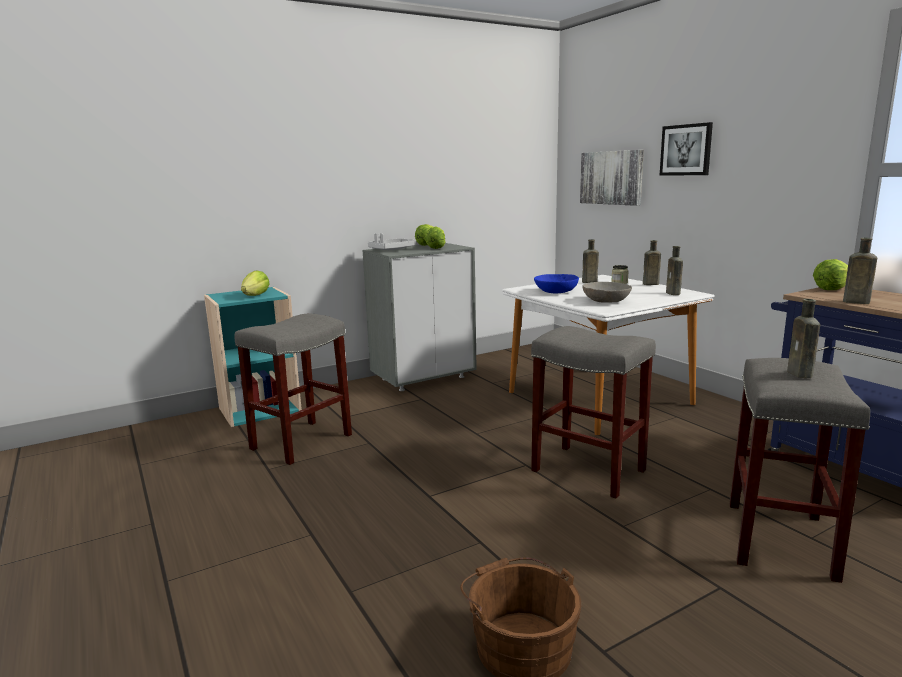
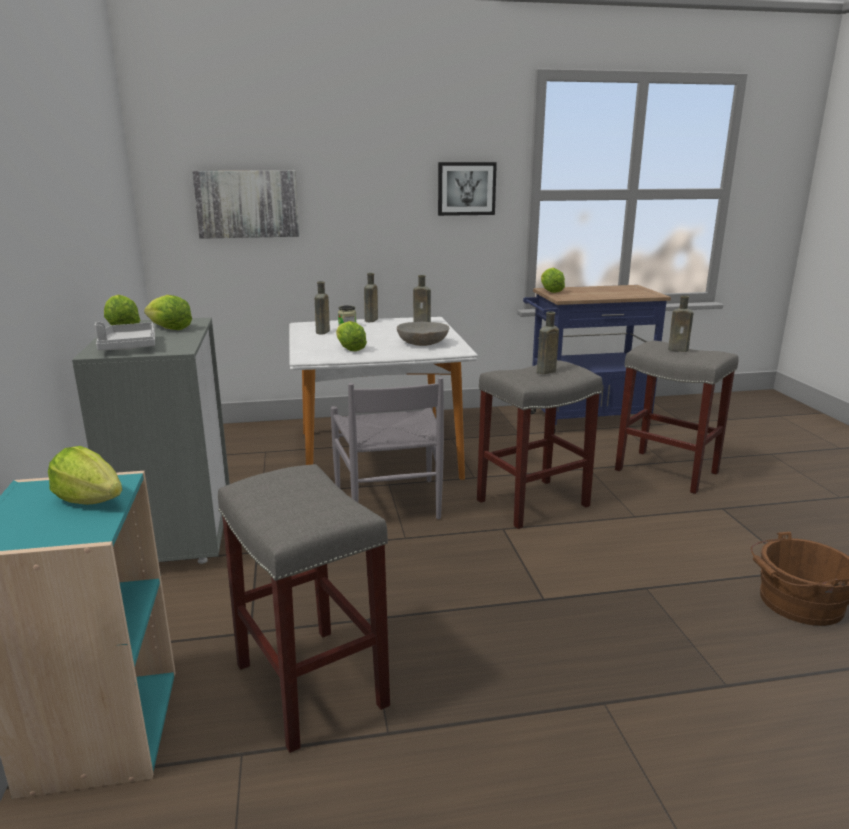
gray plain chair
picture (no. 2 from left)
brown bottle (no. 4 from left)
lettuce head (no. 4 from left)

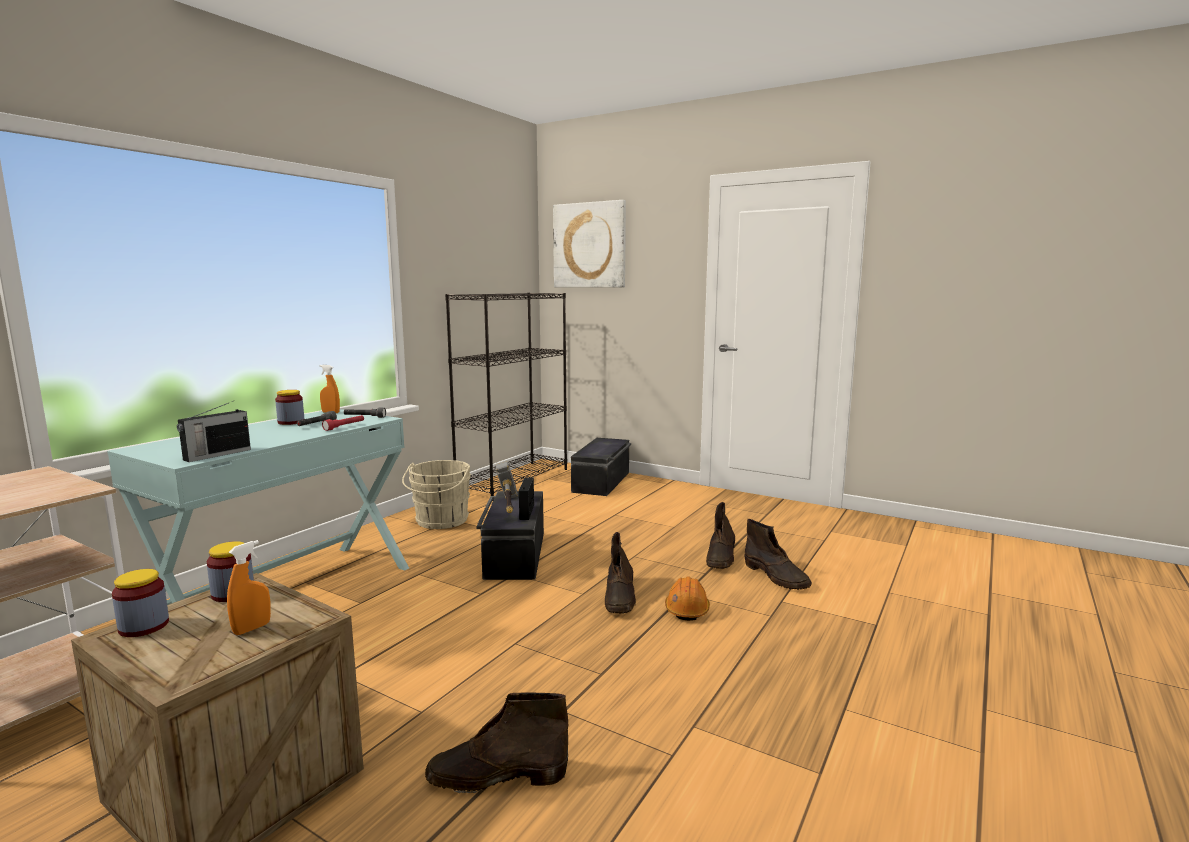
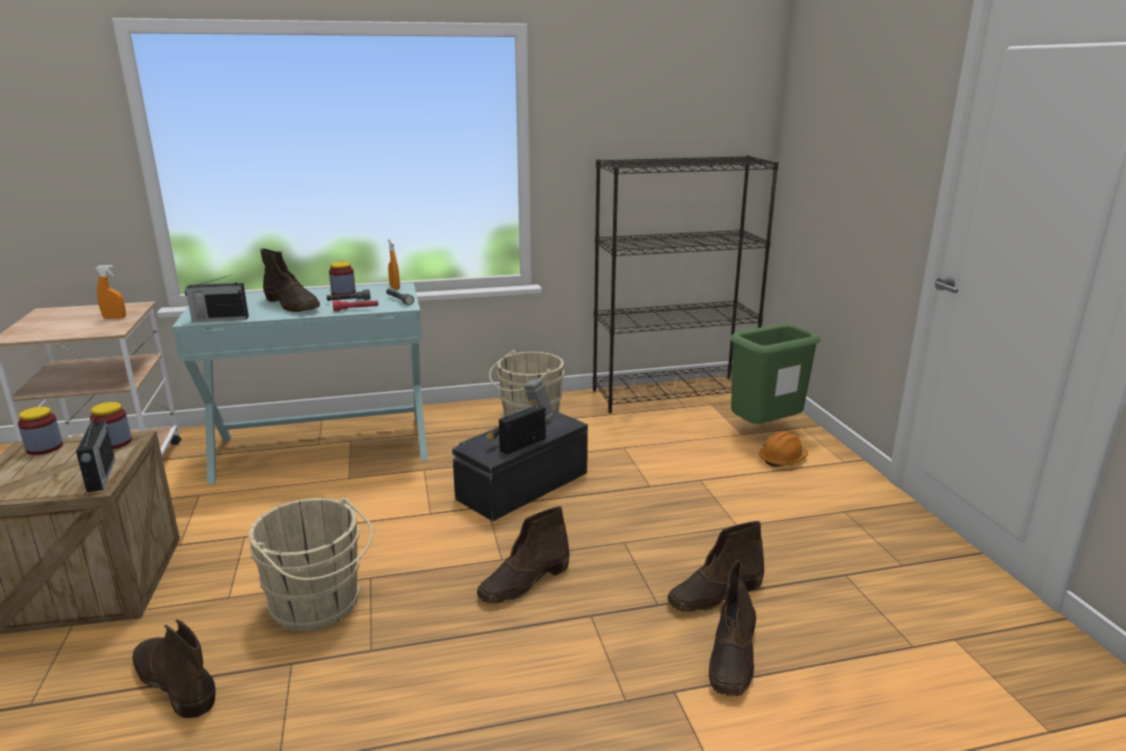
picture
radio receiver (no. 1 from left)
beige-coloured pail (no. 1 from left)
brown high-top boot (no. 2 from left)
orangey hand sprayer (no. 1 from left)
orangey safety helmet
greenish rubbish bin

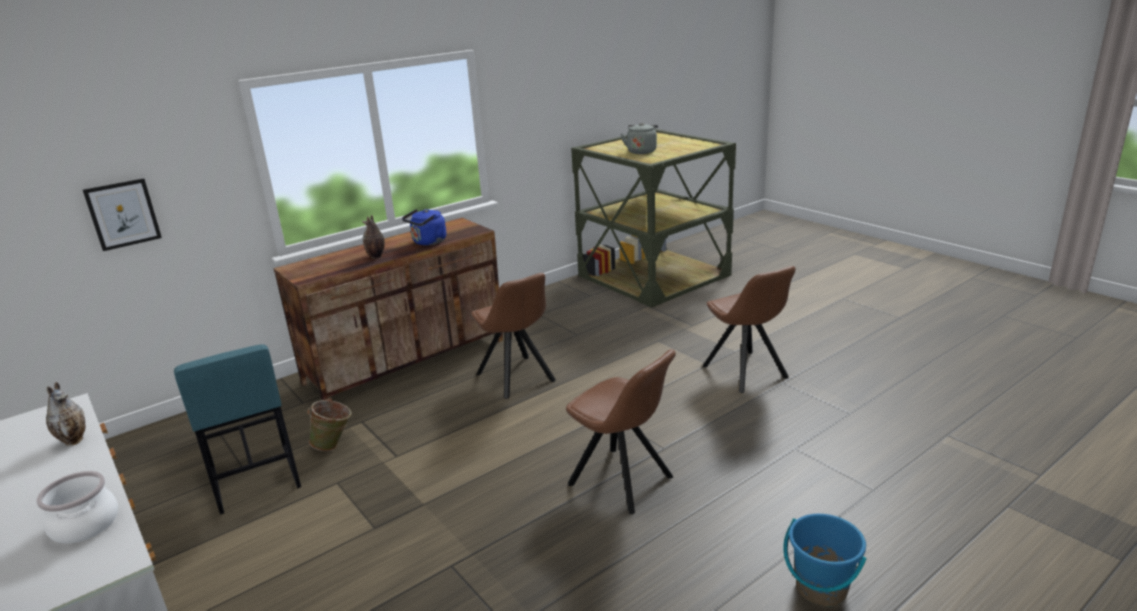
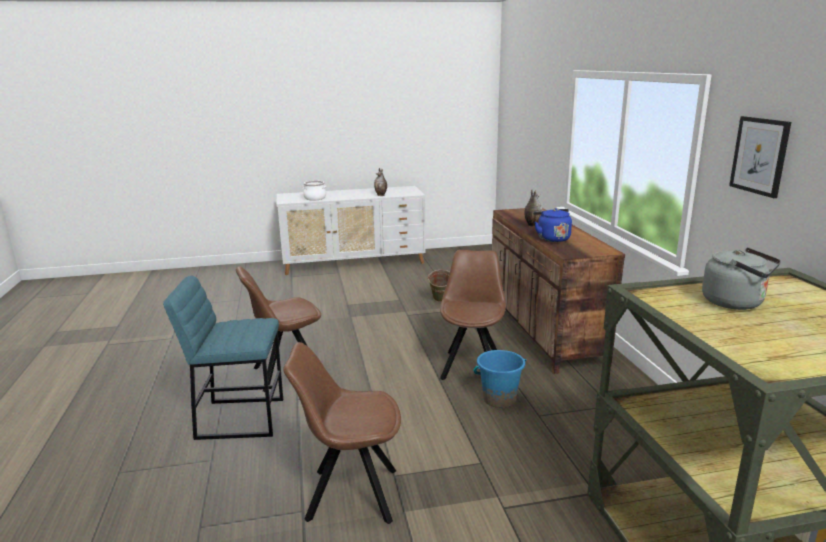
picture
blue-coloured stool
blue-coloured pail
brown plain chair (no. 3 from left)

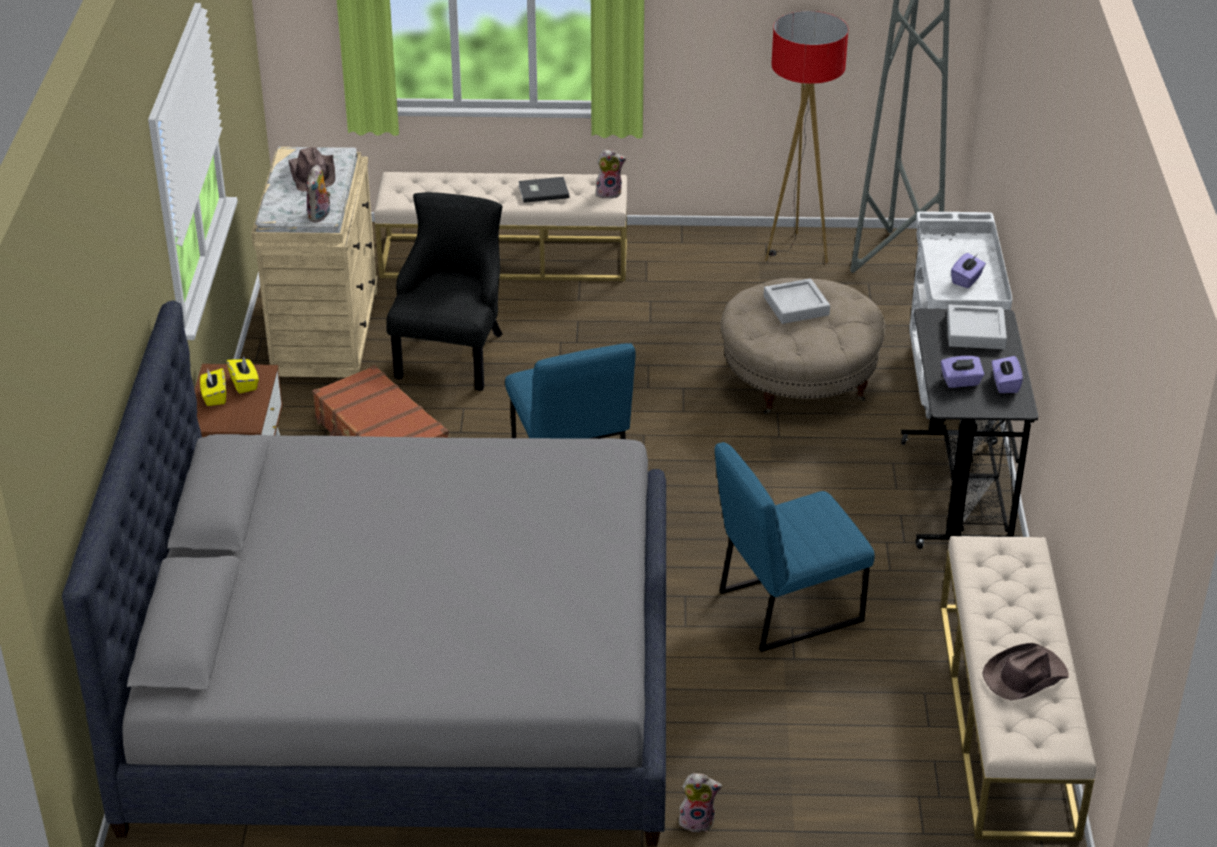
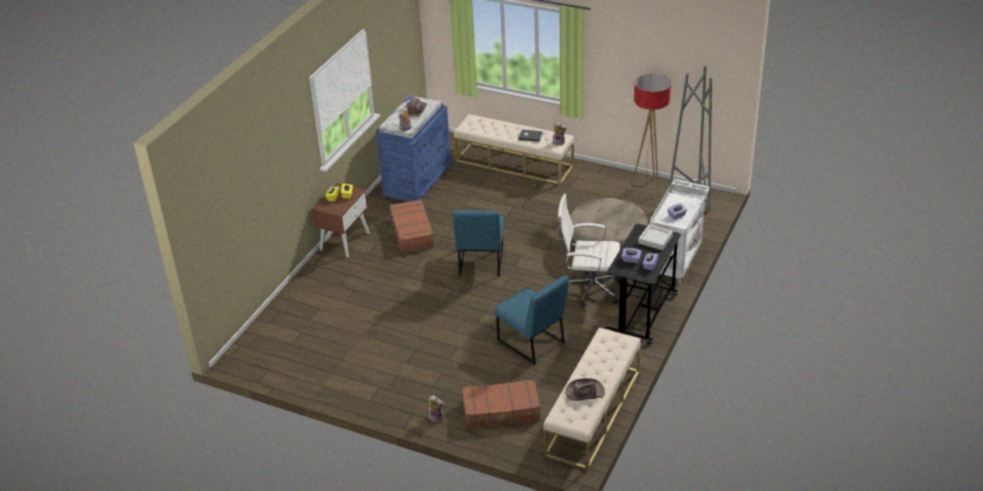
gray bed
black plain chair
gray serving tray (no. 1 from left in the first image)
brown suitcase (no. 2 from left)
white computer chair
blue-coloured drawer chest
blue-coloured plain chair (no. 2 from left)

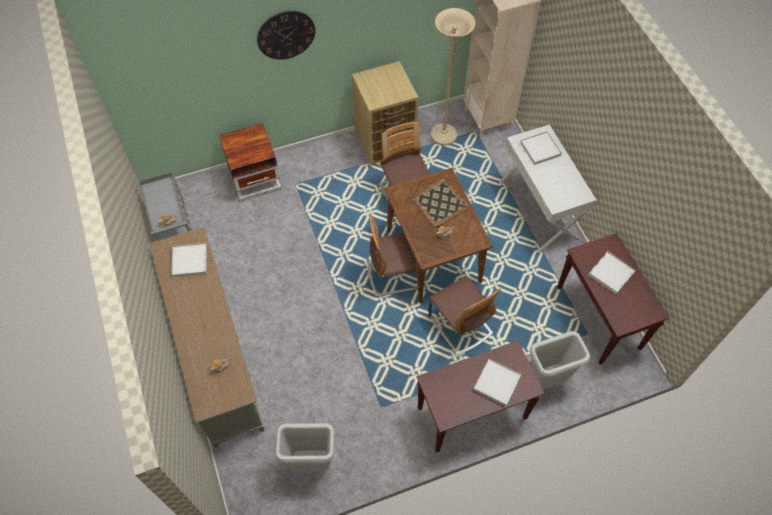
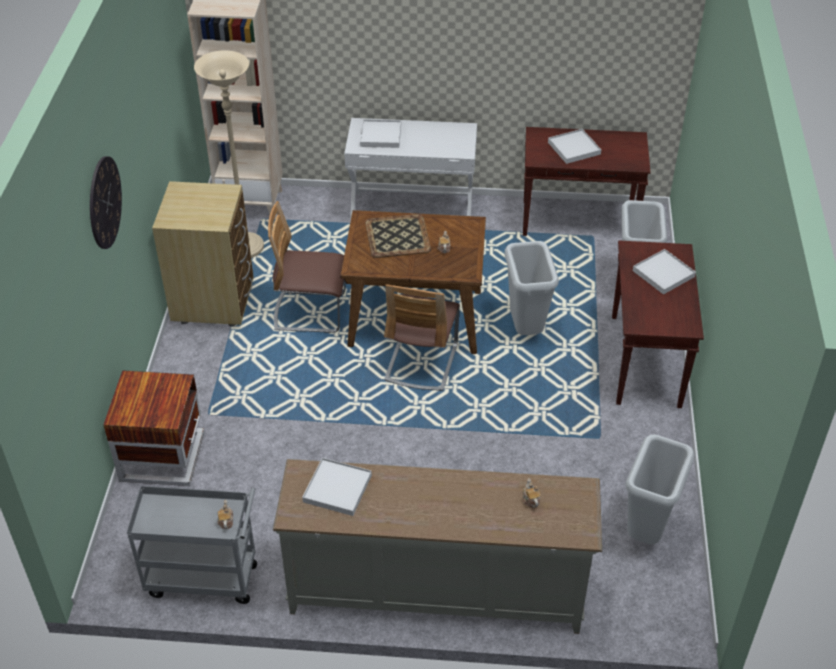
gray rubbish bin (no. 1 from left)

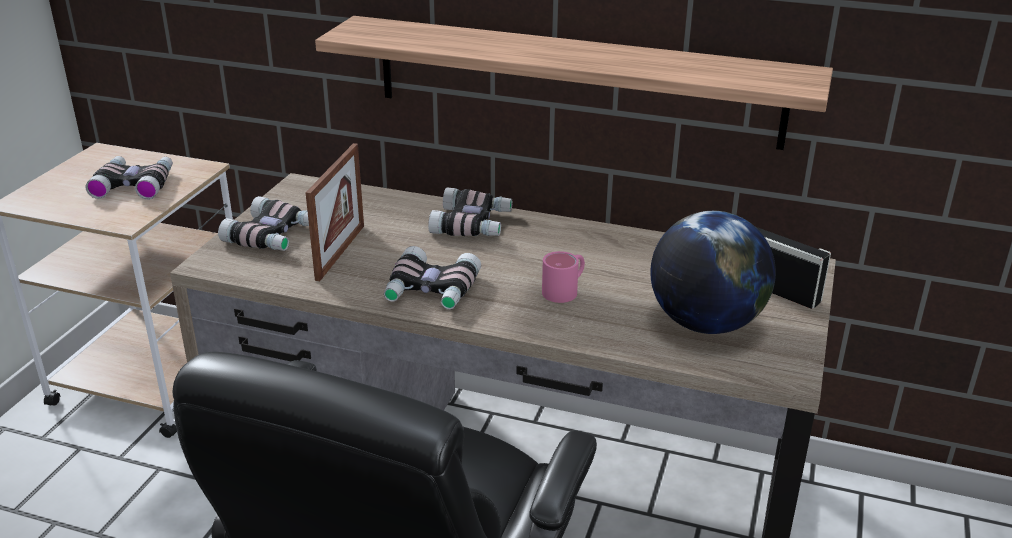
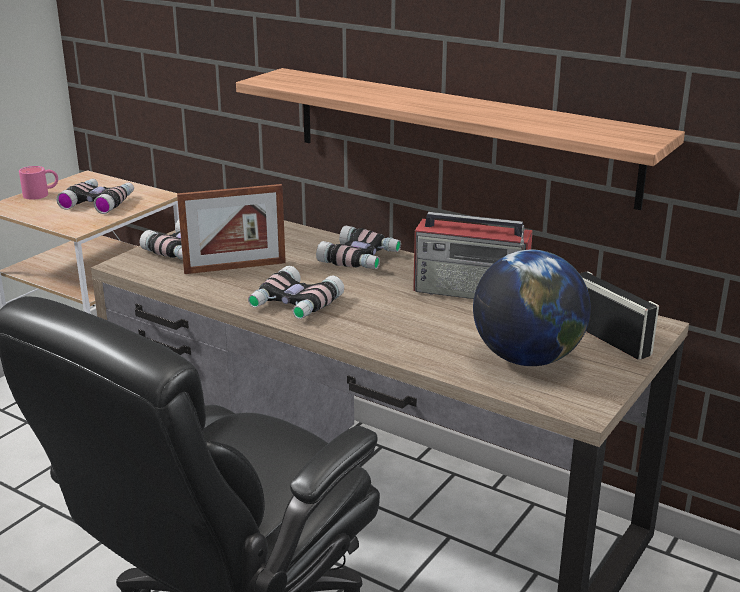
radio receiver (no. 1 from left)
pinkish tea mug
photo frame

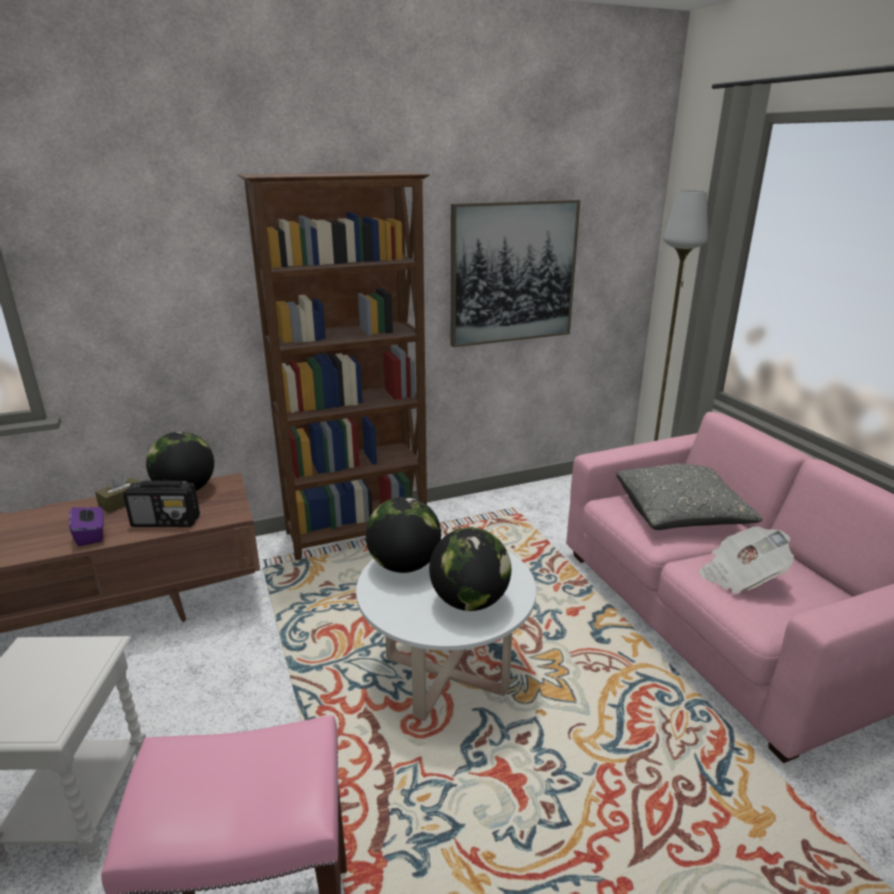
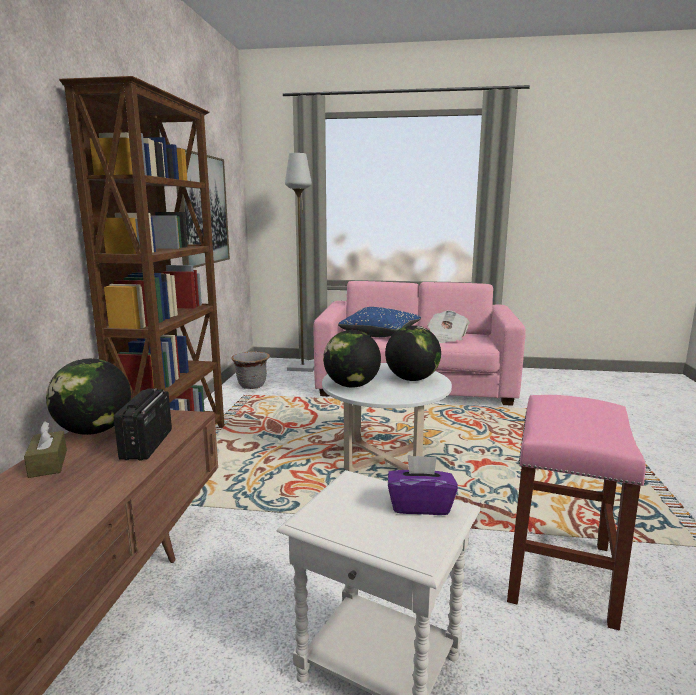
gray flower pot
purple-coloured tissue holder
blue-coloured cushion
radio receiver

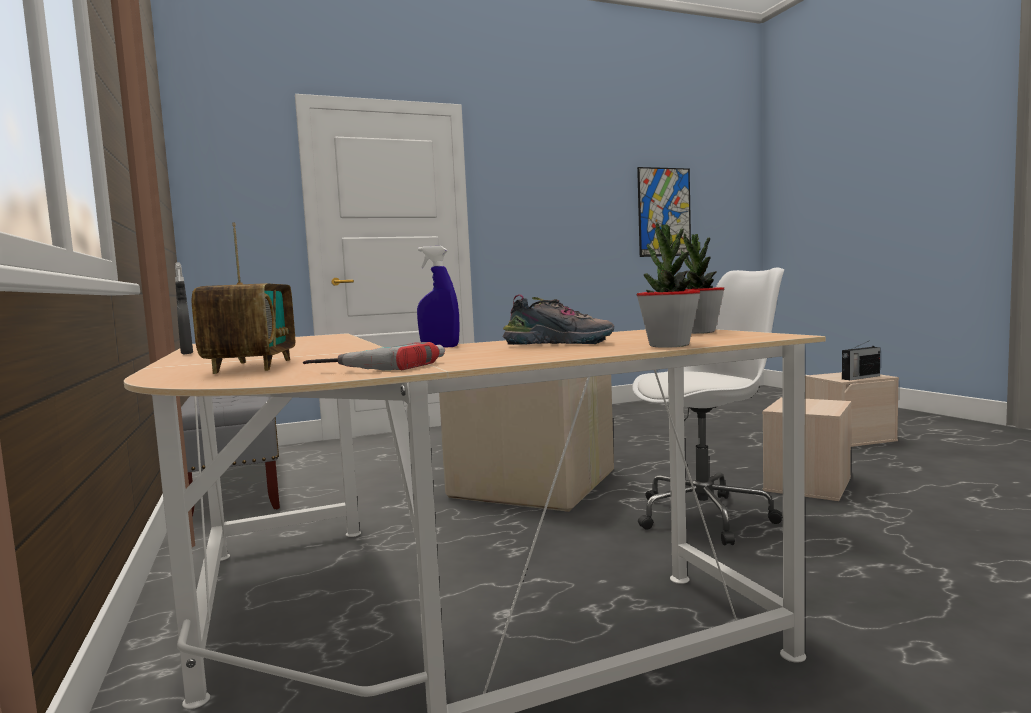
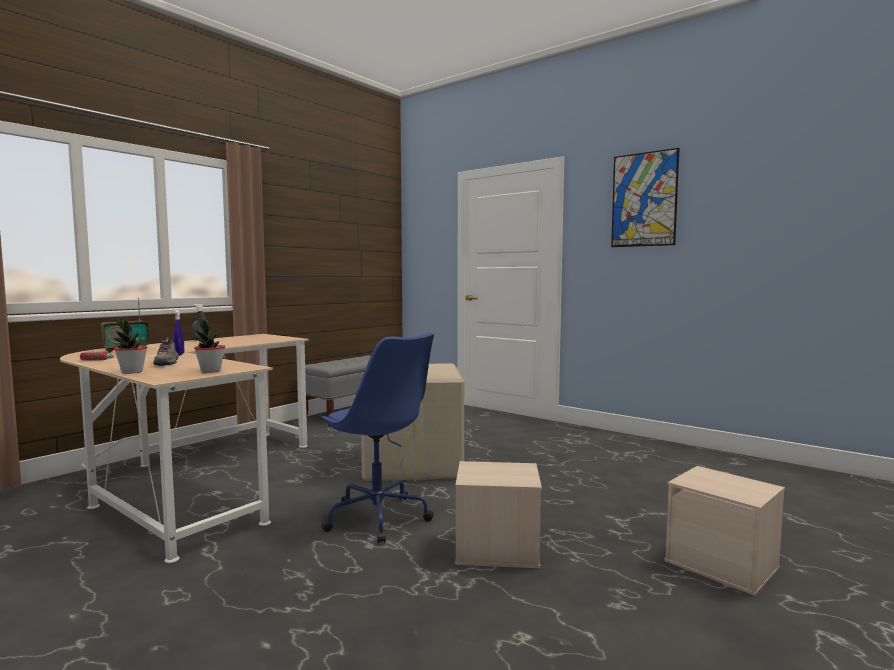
radio receiver (no. 2 from left in the first image)
picture
blue-coloured computer chair

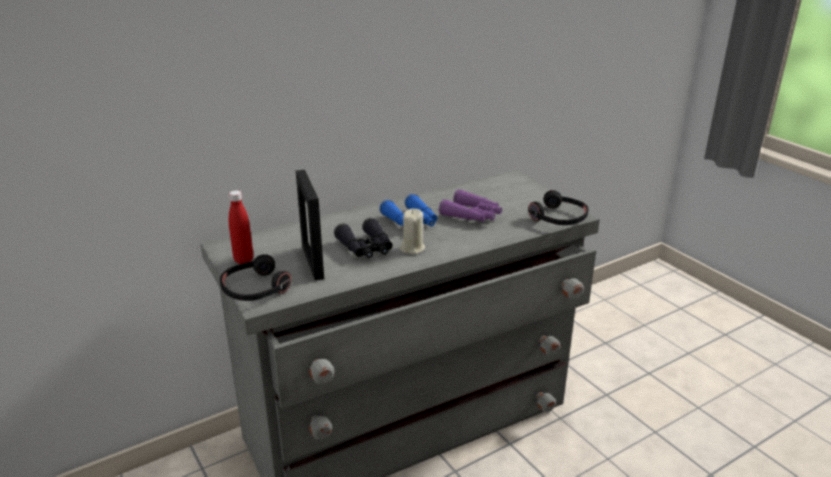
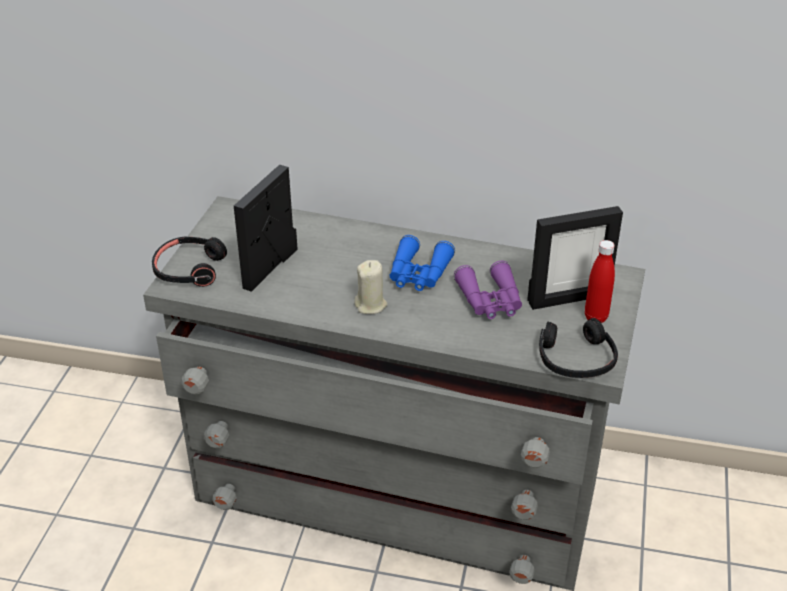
black field glasses
photo frame (no. 2 from left)
red bottle

